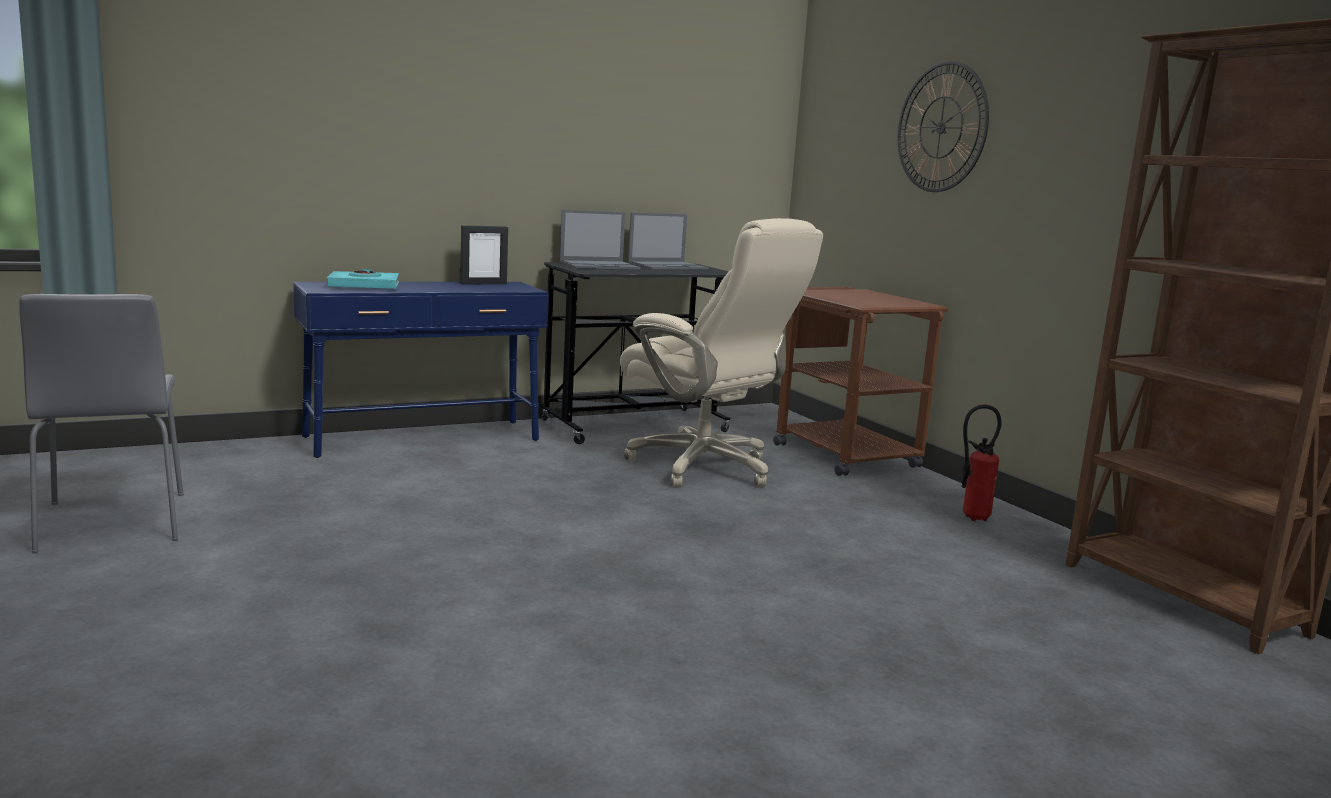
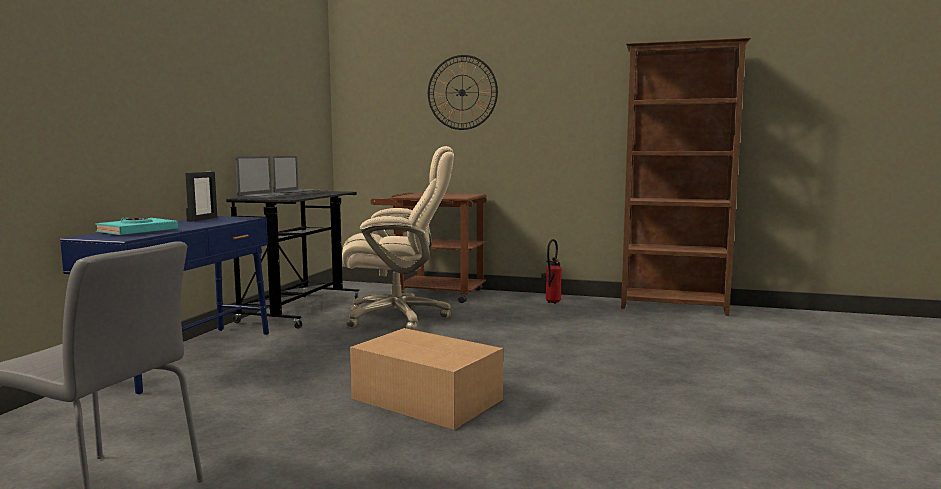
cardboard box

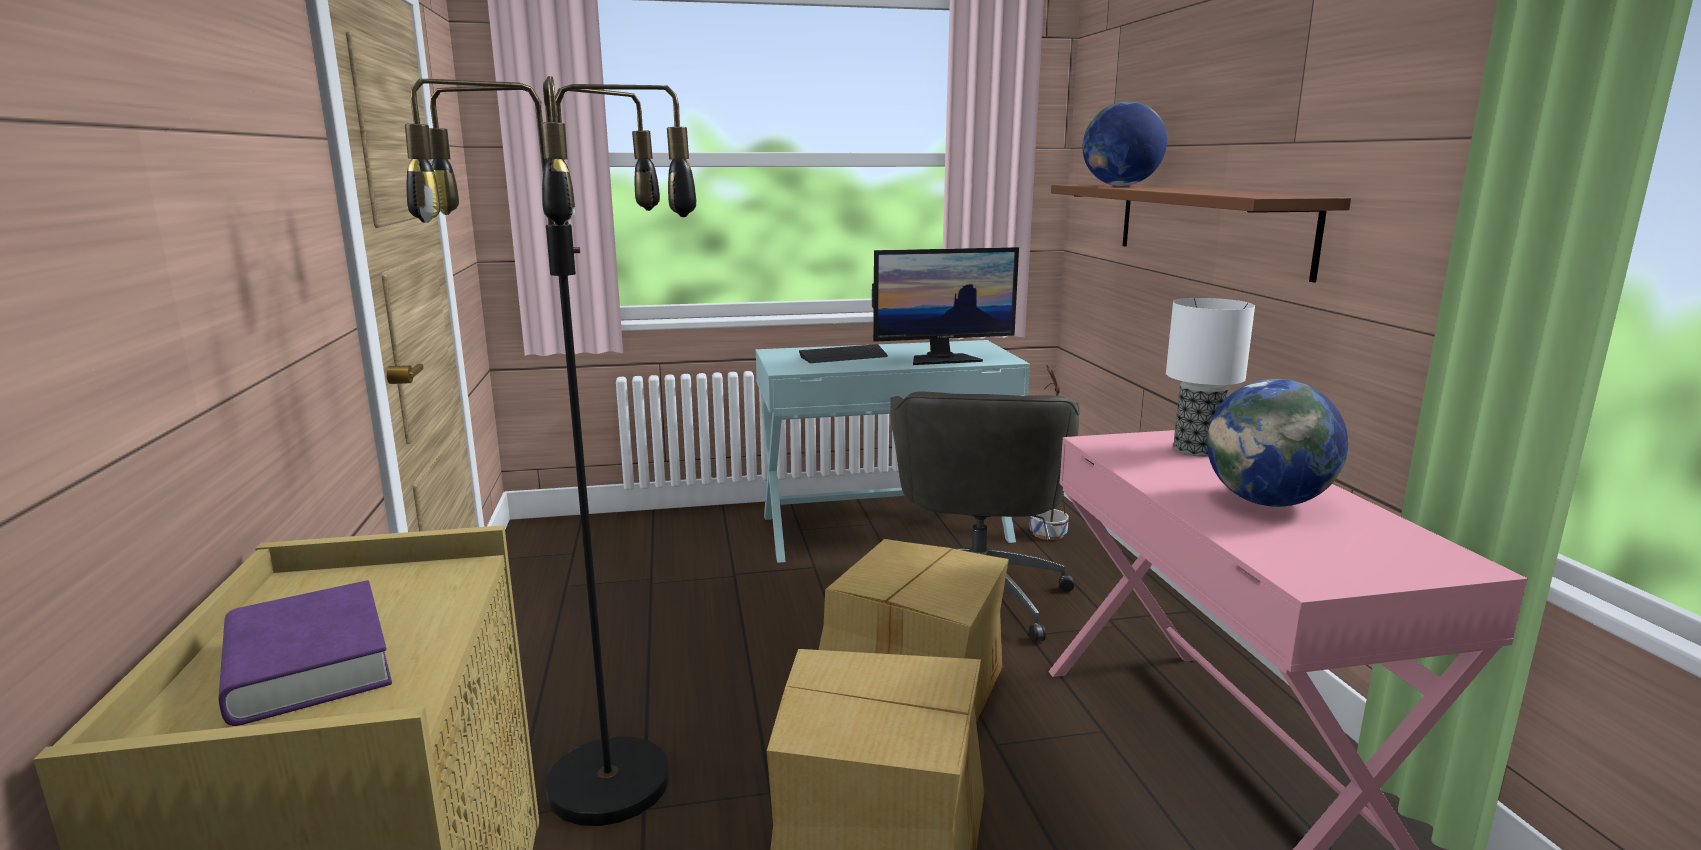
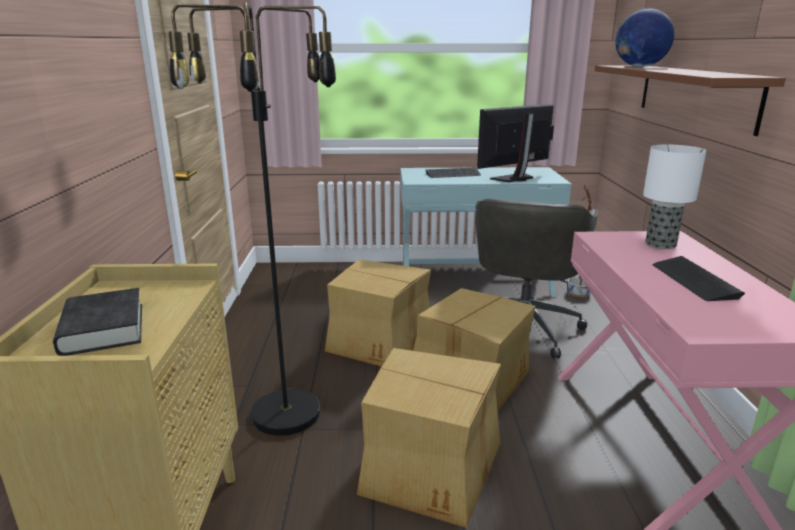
cardboard box (no. 1 from left)
keyboard (no. 2 from left)
black volume
monitor

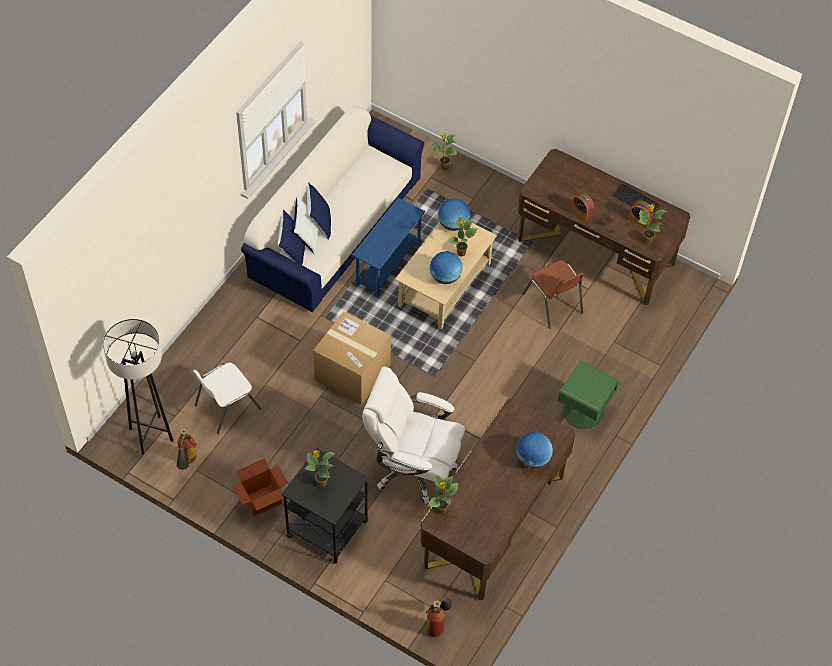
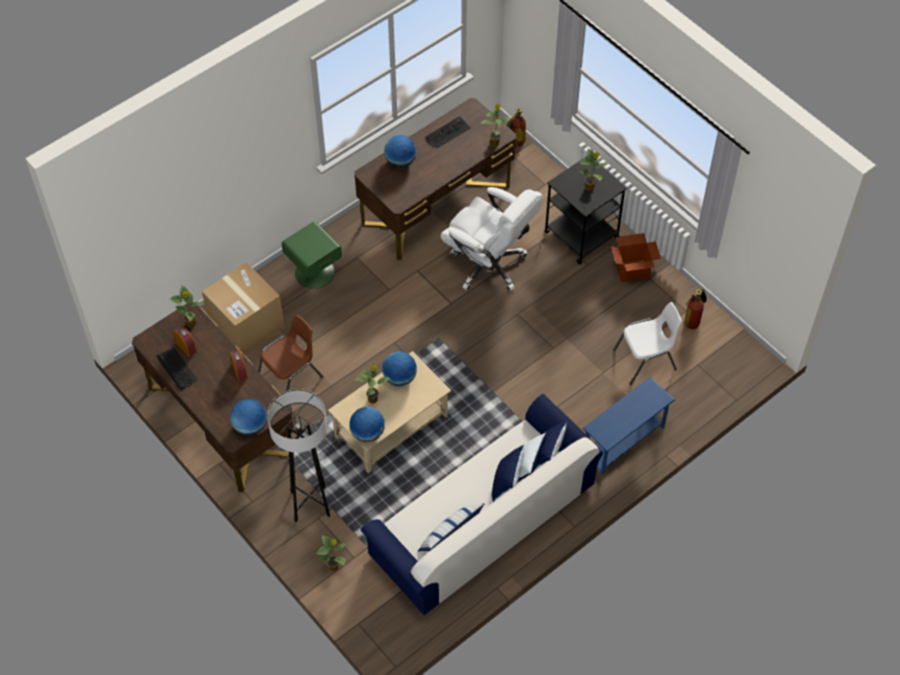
world globe (no. 1 from left)
cushion
keyboard (no. 2 from left)
gray standard lamp
cardboard box (no. 1 from left)
blue-coloured accent table
brown plain chair

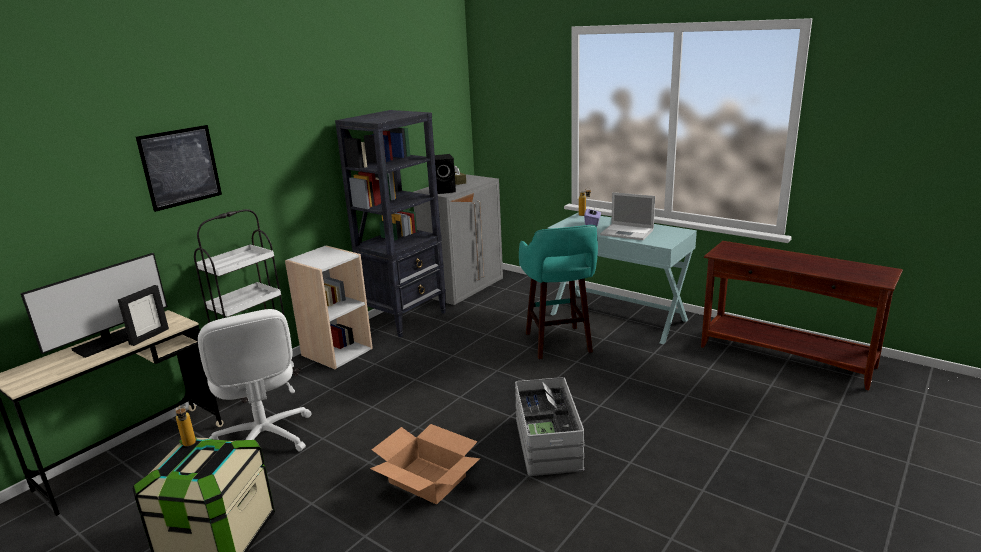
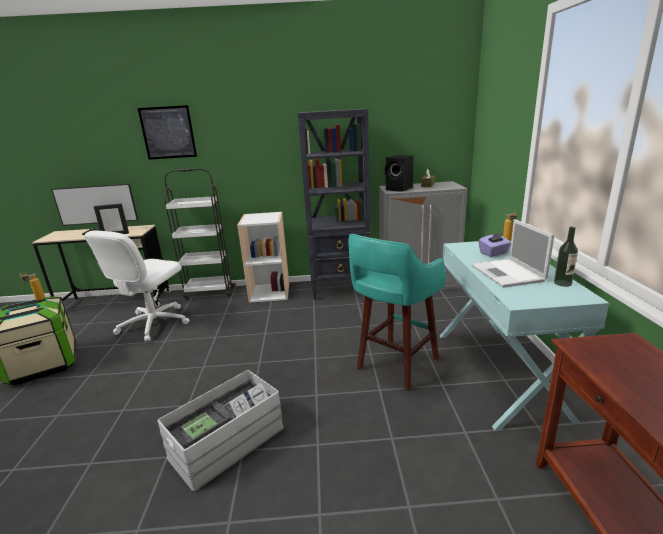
cardboard box
bottle (no. 3 from left)

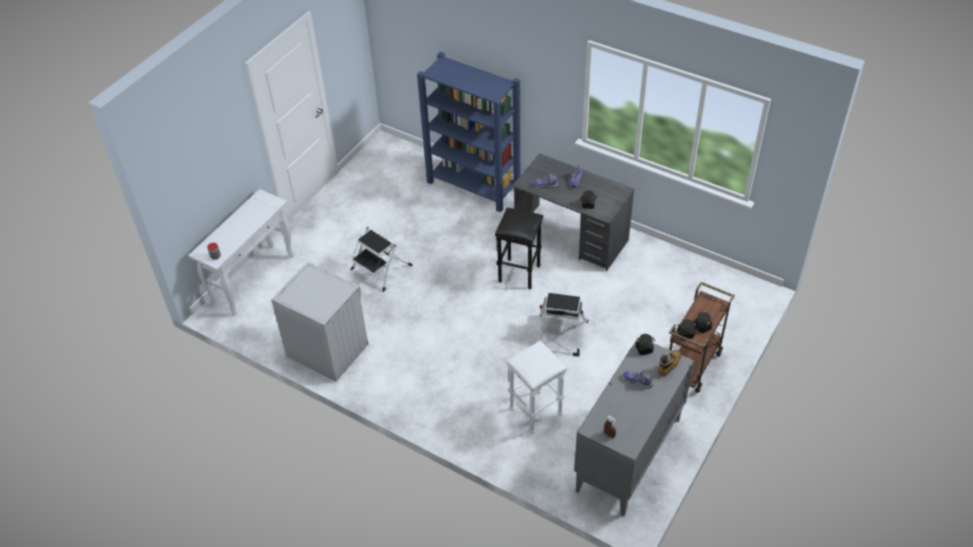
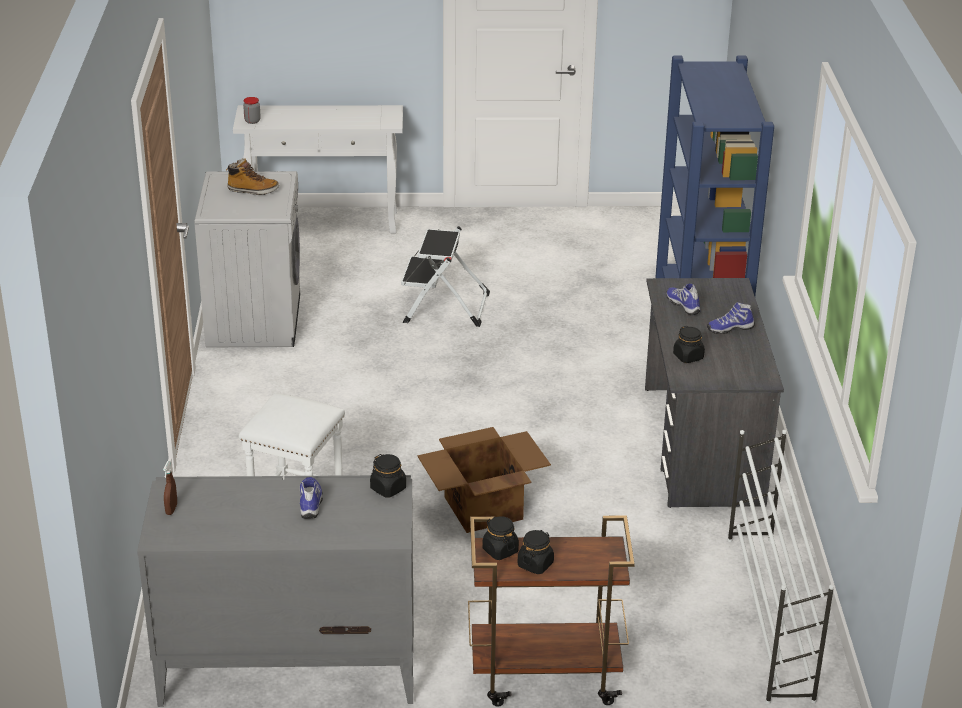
black stool
white shoe shelf
high-top boot
cardboard box

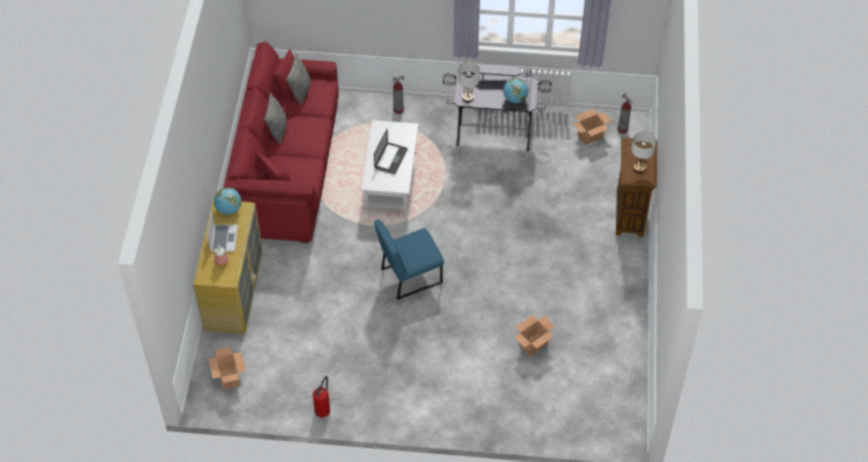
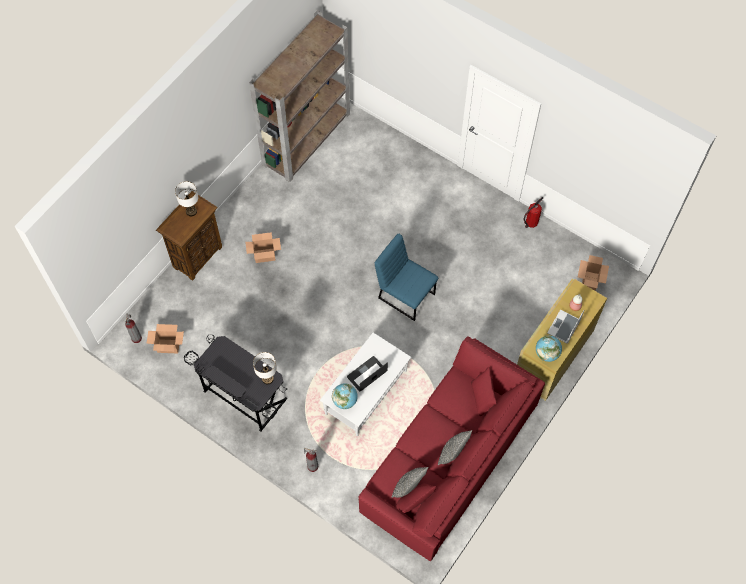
brown bookshelf
world globe (no. 1 from left)
cardboard box (no. 2 from left)
blue-coloured plain chair

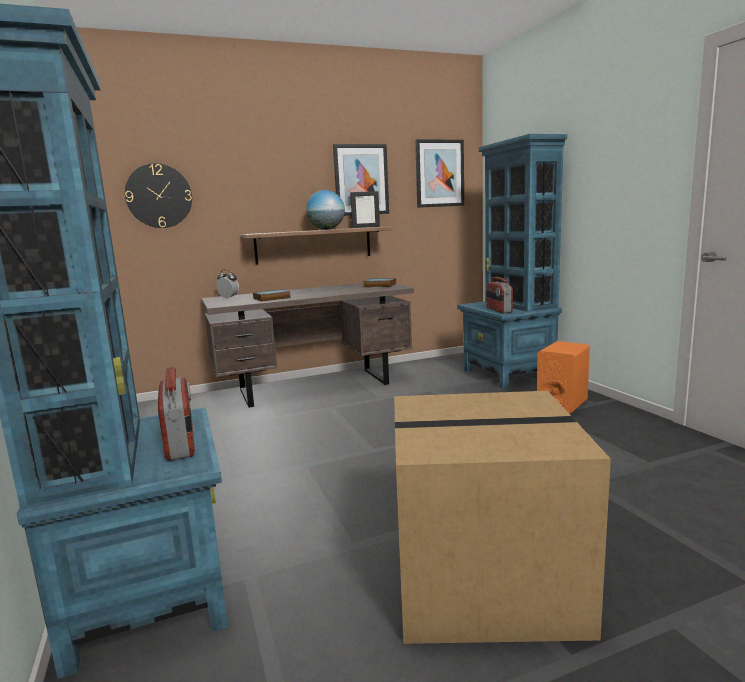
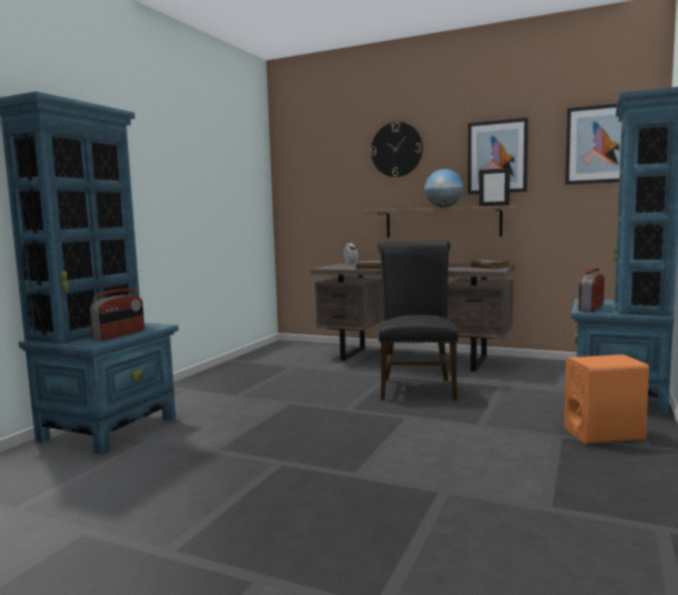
cardboard box
black plain chair
clock on the wall

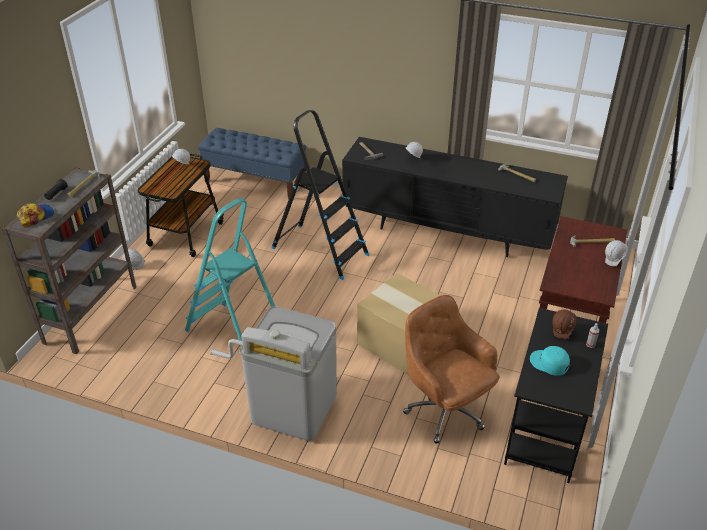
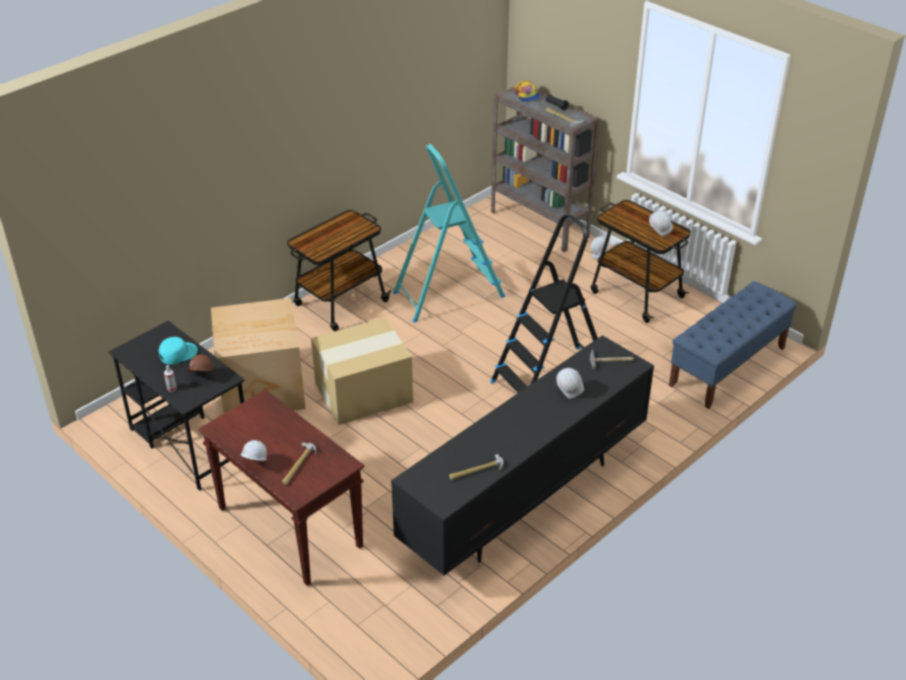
cart (no. 1 from left)
cardboard box (no. 1 from left)

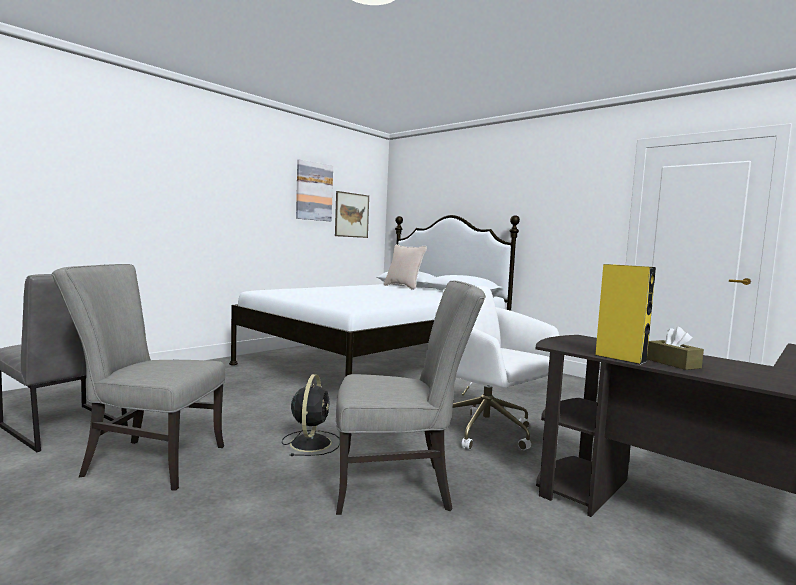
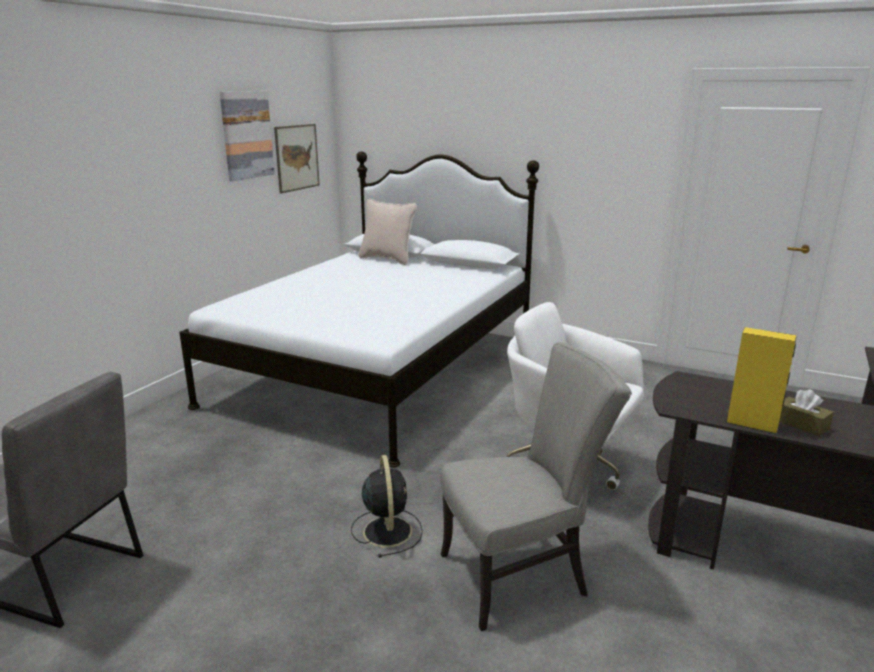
gray plain chair (no. 2 from left in the first image)

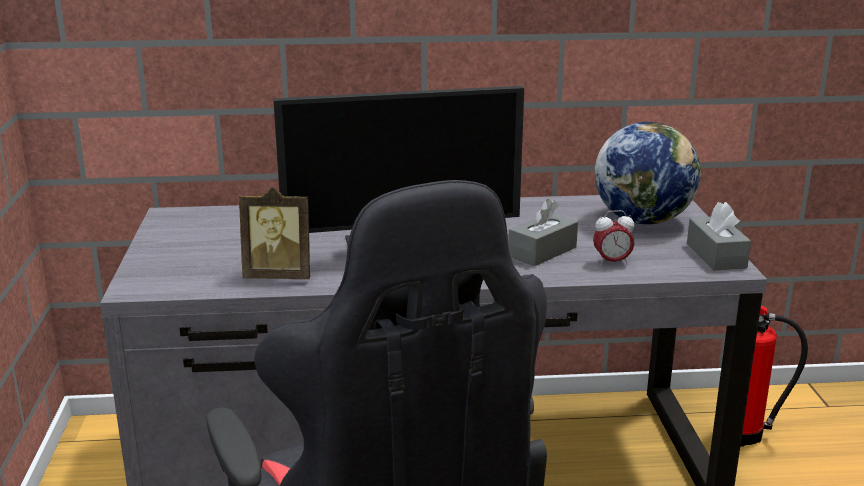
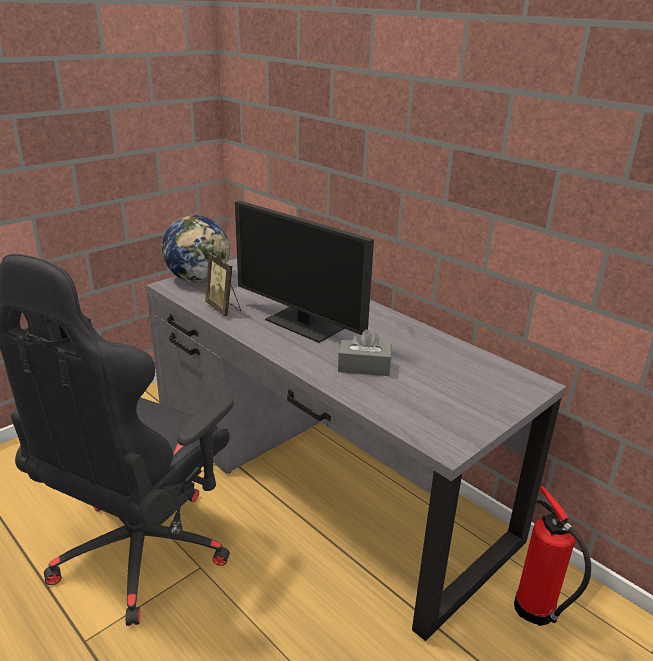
table clock
gray tissue holder (no. 2 from left in the first image)
world globe

